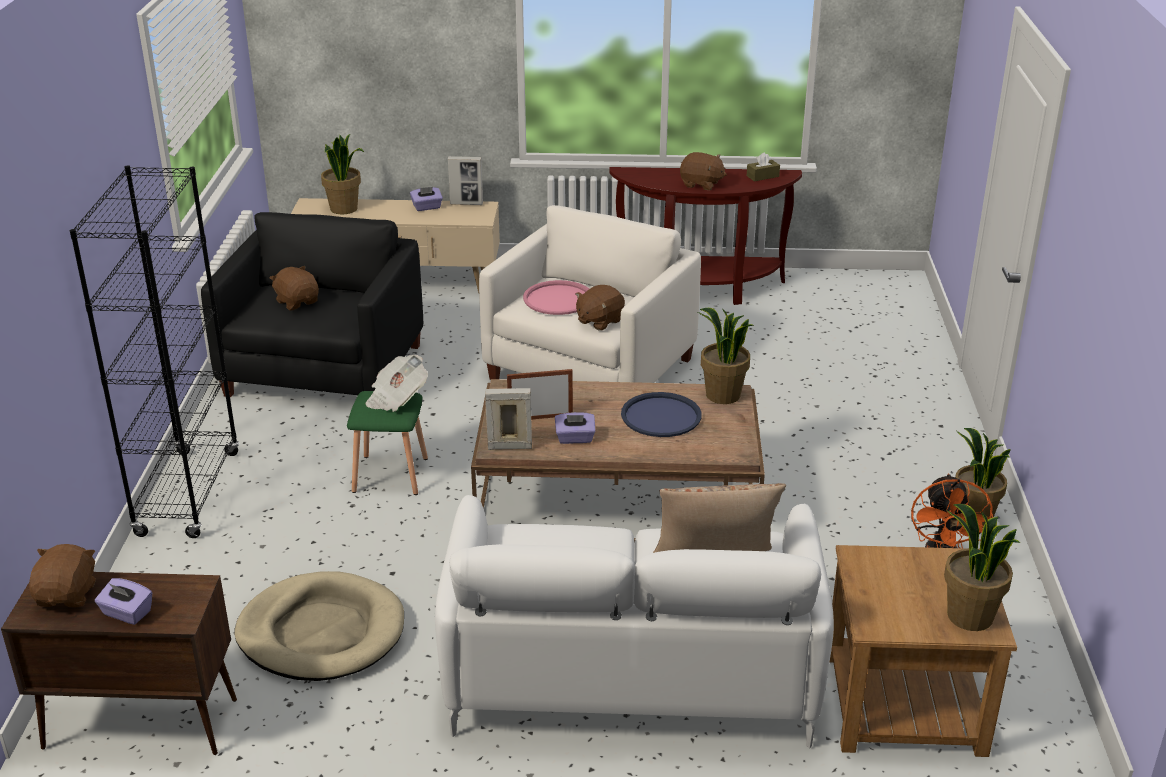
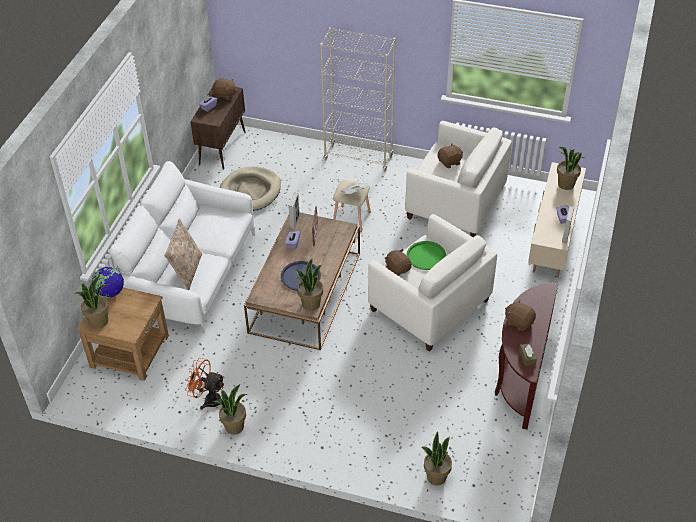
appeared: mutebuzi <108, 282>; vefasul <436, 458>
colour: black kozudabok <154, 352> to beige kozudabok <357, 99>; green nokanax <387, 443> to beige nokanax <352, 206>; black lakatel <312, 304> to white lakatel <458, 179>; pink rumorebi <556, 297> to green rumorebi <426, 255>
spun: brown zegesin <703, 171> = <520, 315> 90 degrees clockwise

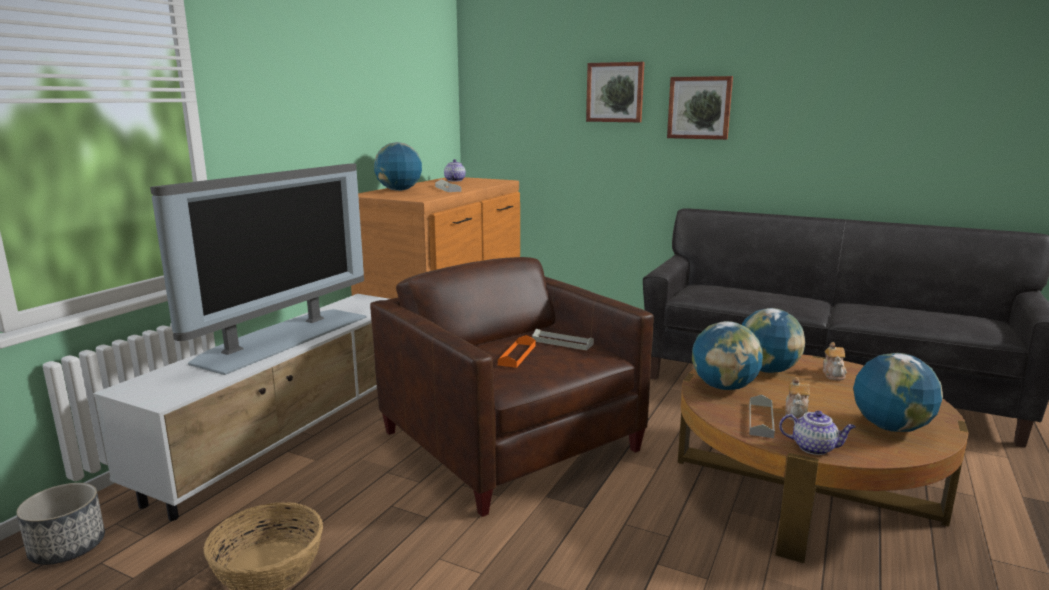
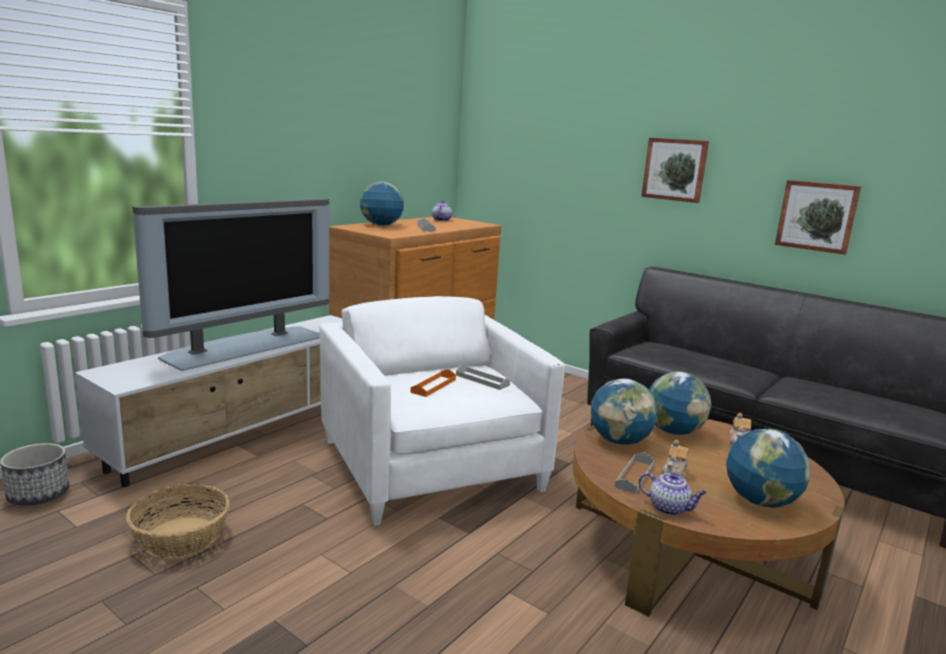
relocated: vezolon <615, 92> to <818, 217>
colour: brown lakatel <512, 387> to white lakatel <442, 411>

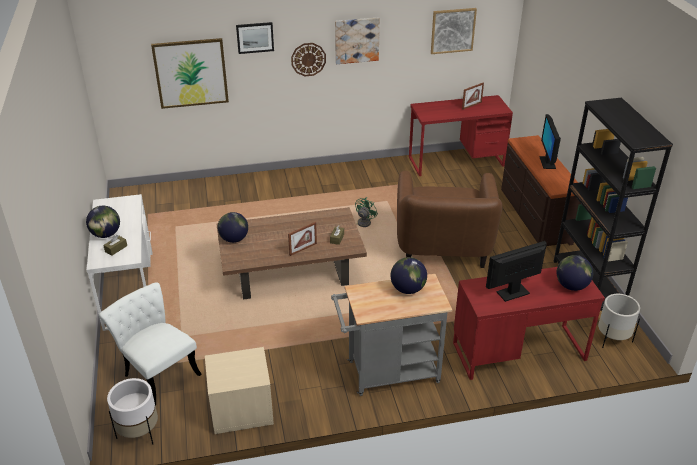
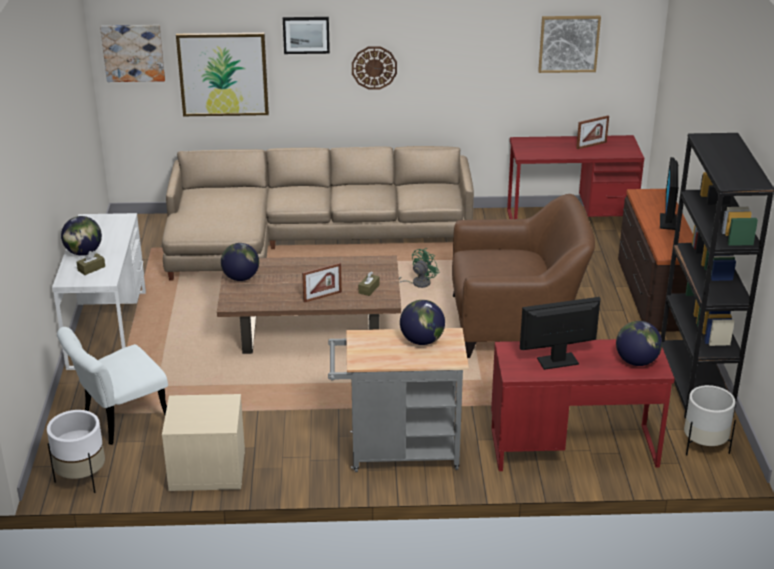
appeared: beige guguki <318, 213>
relocated: vezolon <357, 40> to <132, 53>
spun: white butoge <150, 344> = <112, 386> 90 degrees counterclockwise; brown lakatel <449, 219> = <523, 276> 105 degrees counterclockwise

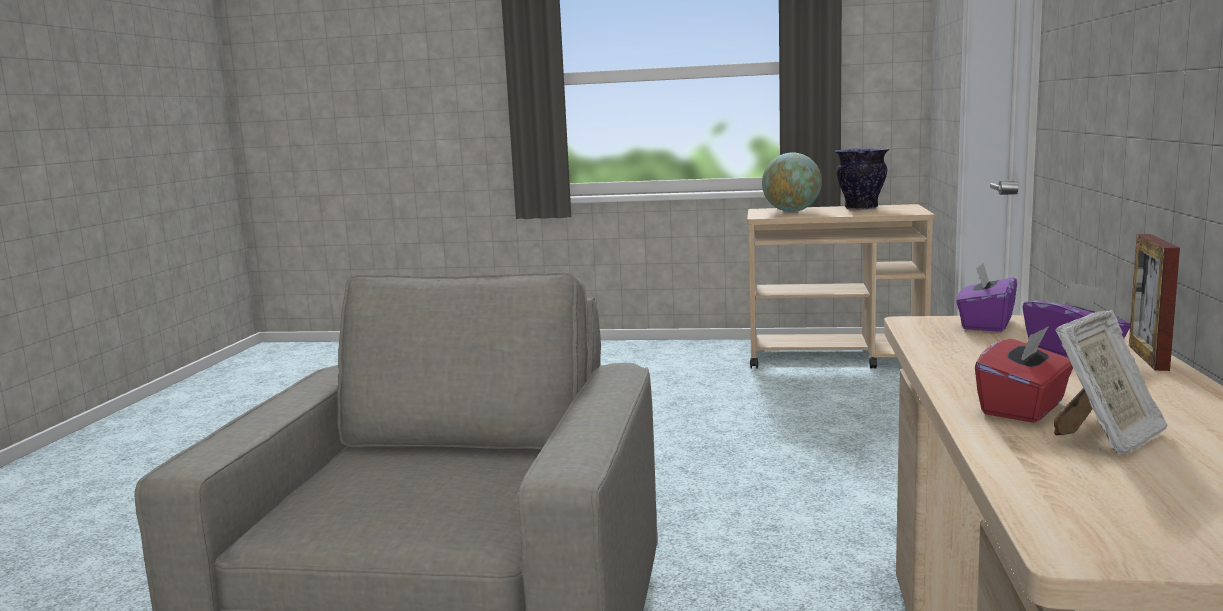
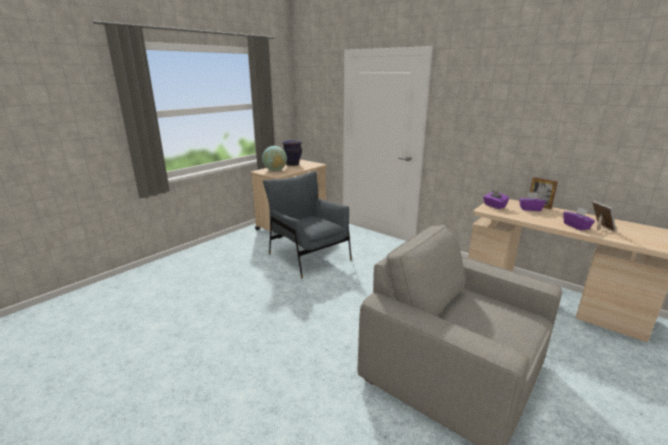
appeared: grey lakatel <307, 225>
colour: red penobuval <1024, 374> to purple penobuval <579, 218>

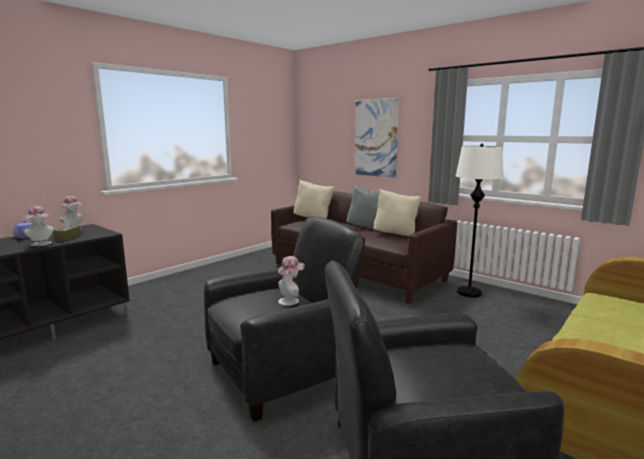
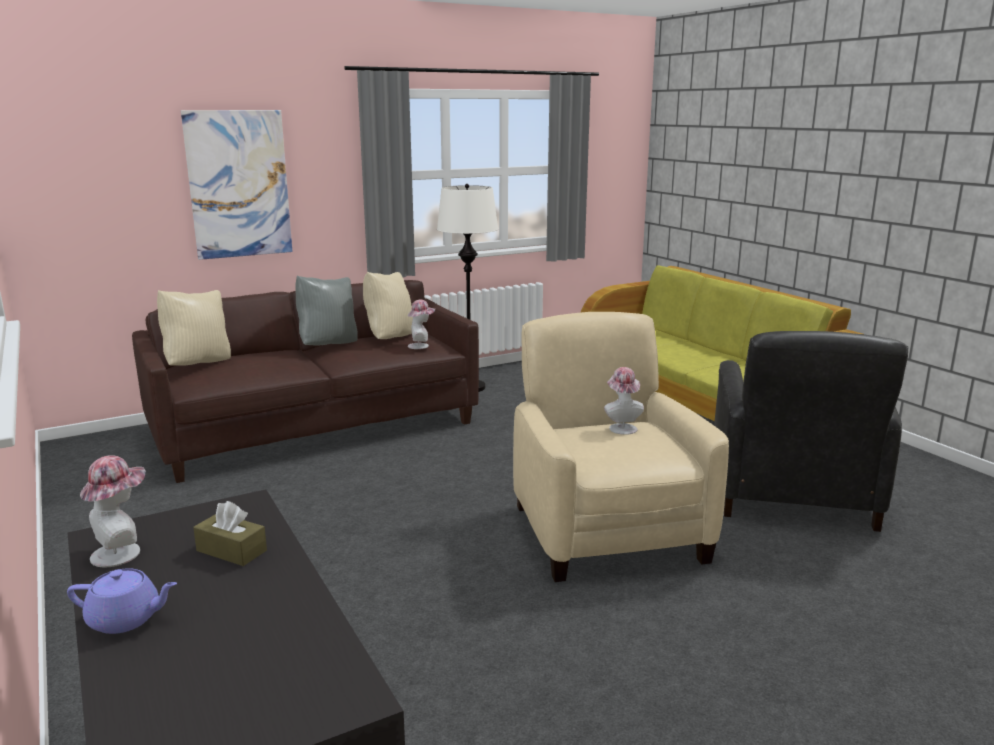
relocated: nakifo <39, 226> to <421, 324>
colour: black lakatel <284, 319> to beige lakatel <621, 447>

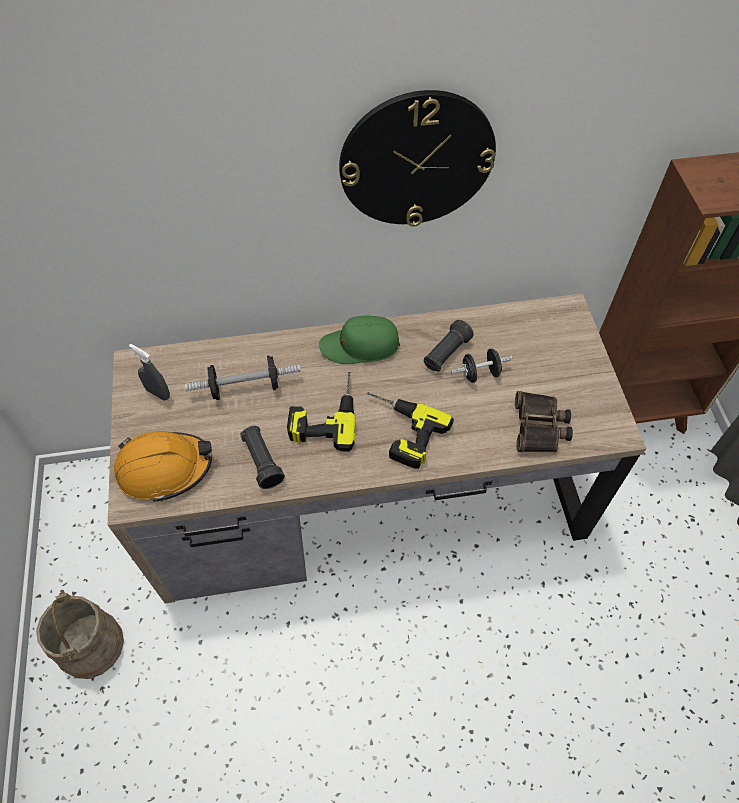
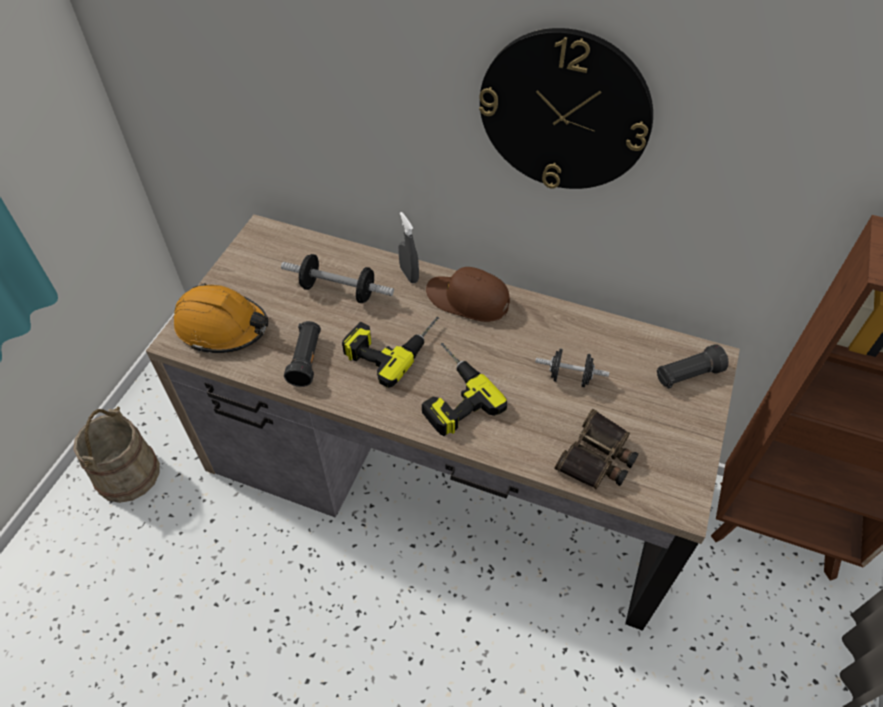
relocated: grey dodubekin <149, 372> to <408, 247>; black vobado <449, 346> to <693, 366>
colour: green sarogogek <359, 340> to brown sarogogek <468, 294>

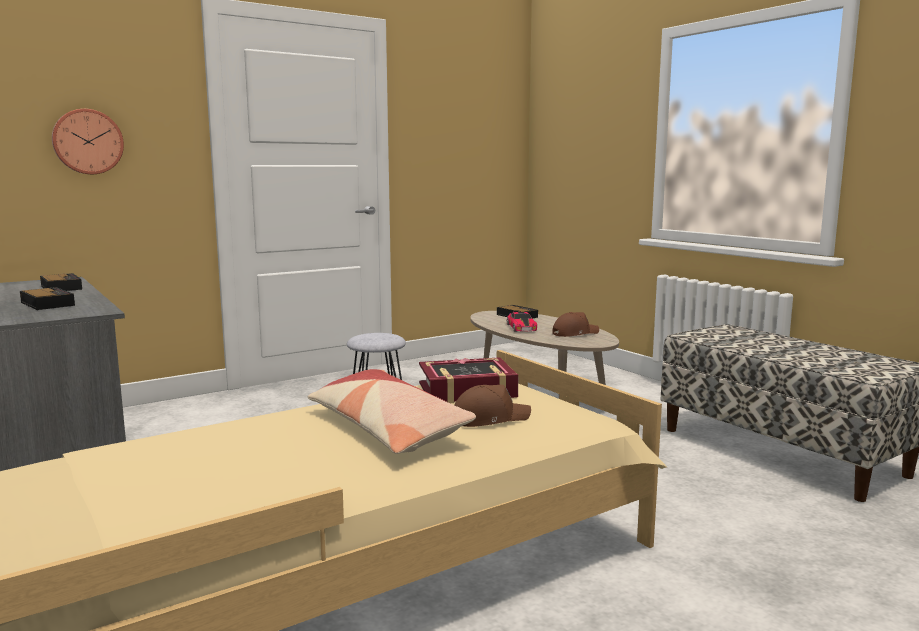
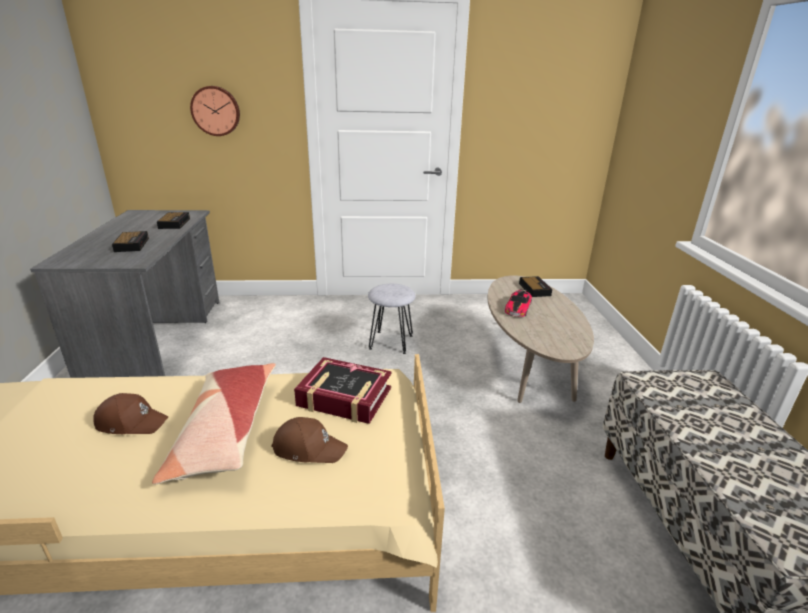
relocated: brown sarogogek <575, 324> to <130, 413>

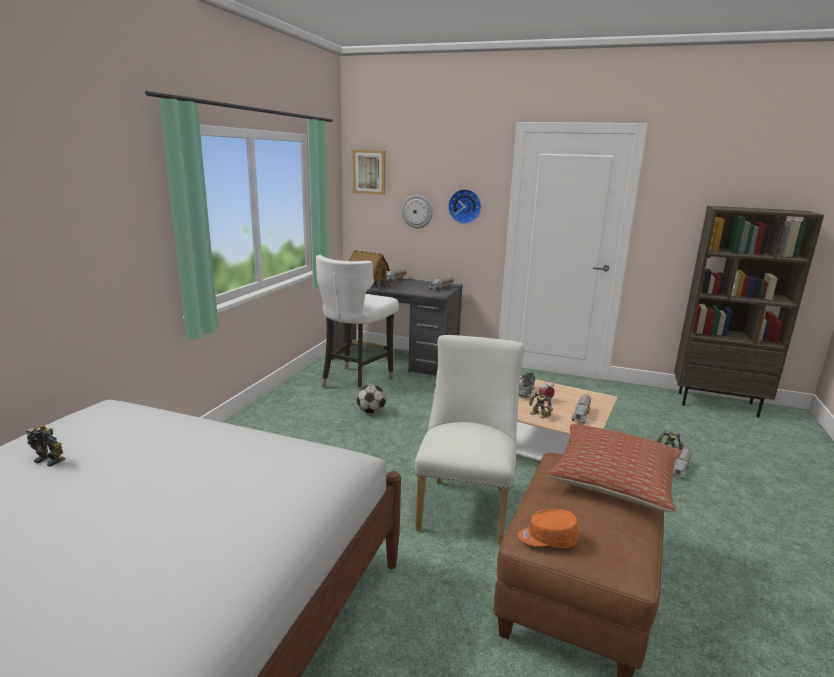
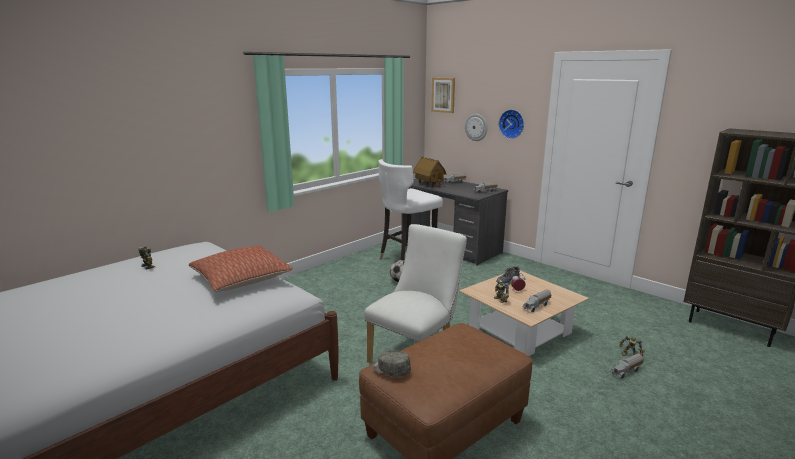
relocated: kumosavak <614, 468> to <241, 269>
colour: orange sarogogek <548, 528> to grey sarogogek <391, 363>

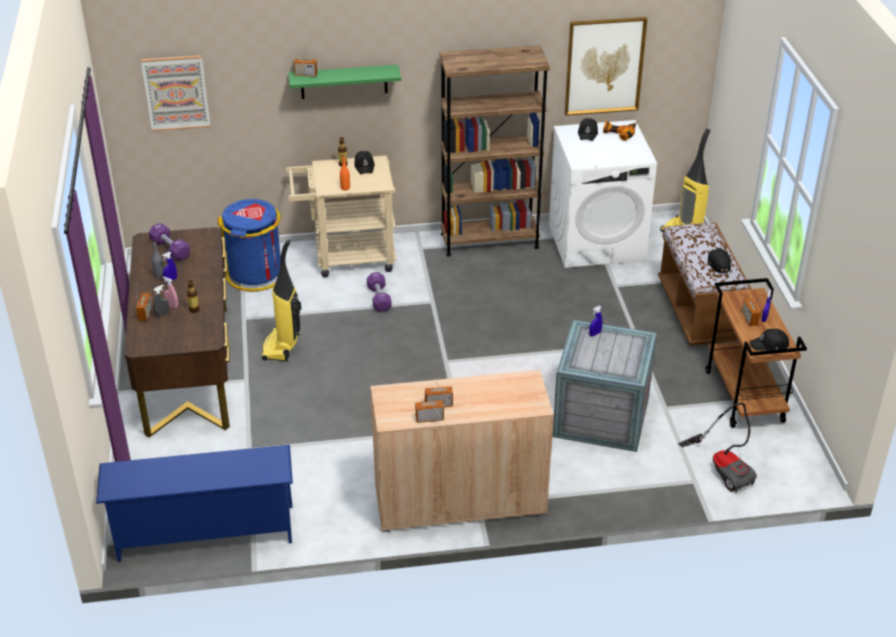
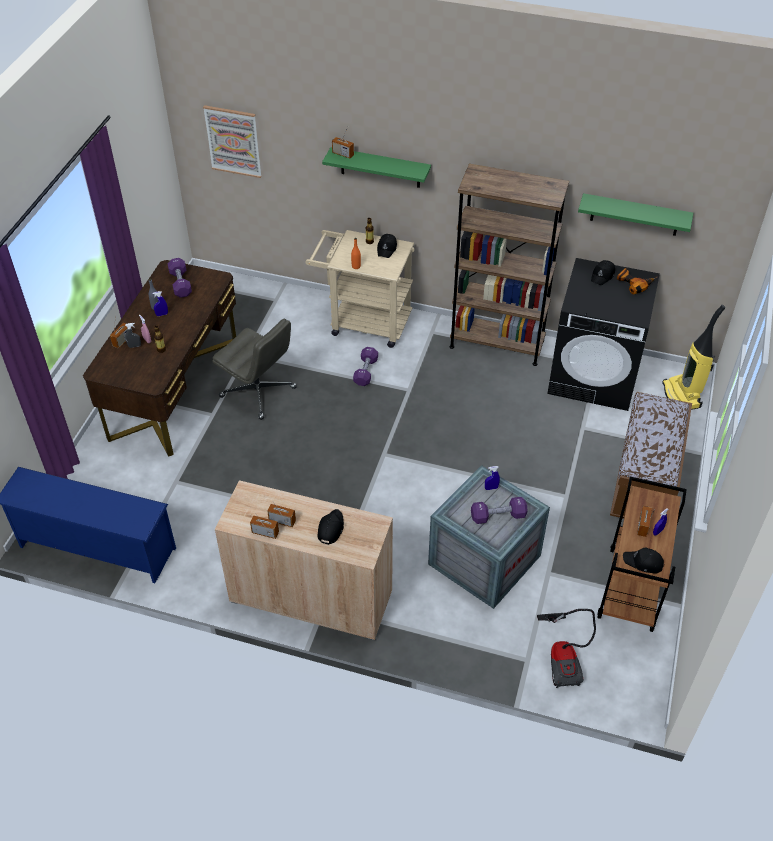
missing: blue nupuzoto <249, 245>
appeared: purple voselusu <499, 510>
relocated: black sarogogek <719, 260> to <331, 527>
exchanged: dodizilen <281, 300> to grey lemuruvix <254, 369>; vezolon <606, 66> to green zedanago <635, 214>
colour: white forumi <603, 194> to black forumi <603, 334>

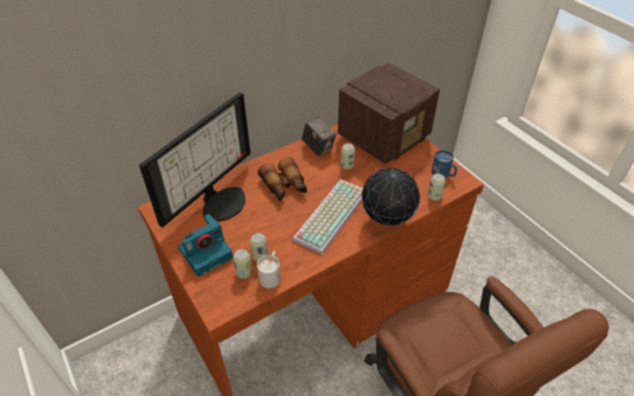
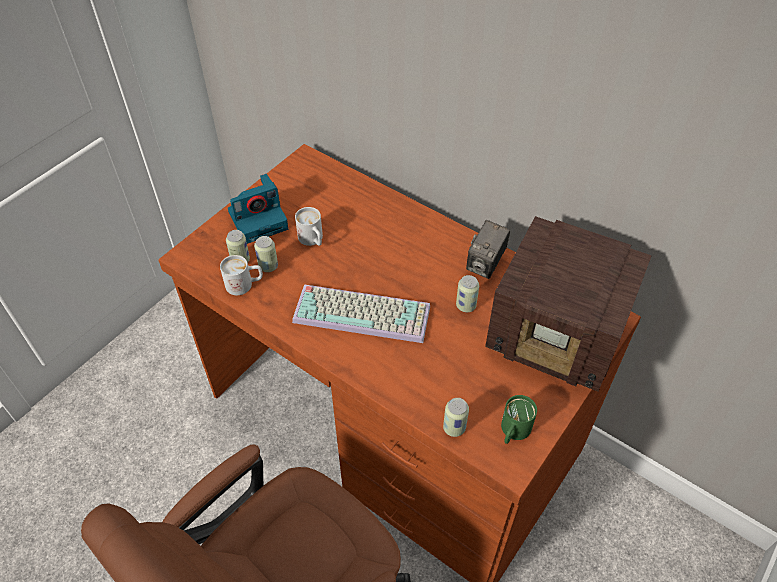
missing: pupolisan <195, 160>; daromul <282, 179>; mutebuzi <391, 197>
appeared: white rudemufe <309, 226>
colour: blue rudemufe <444, 163> to green rudemufe <519, 419>
spun: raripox <205, 245> = <258, 209> 60 degrees counterclockwise

